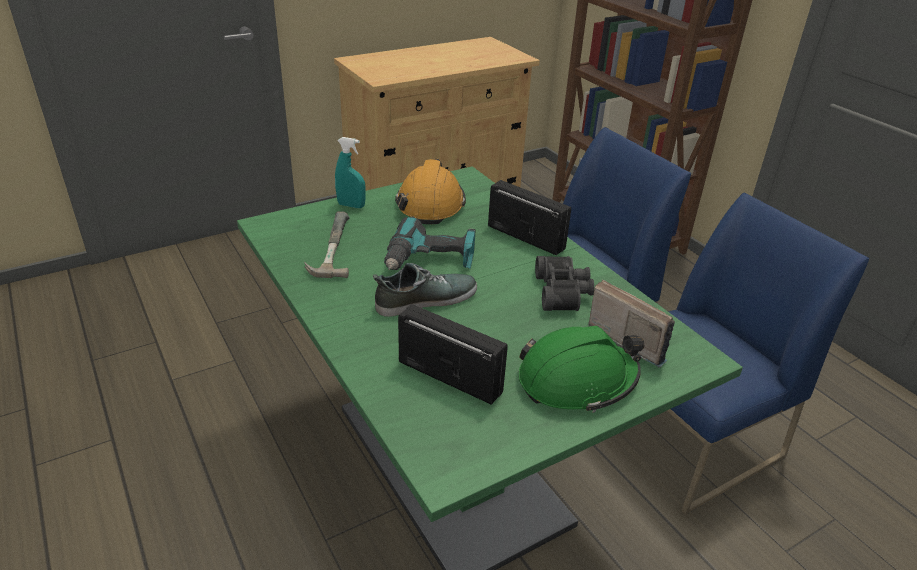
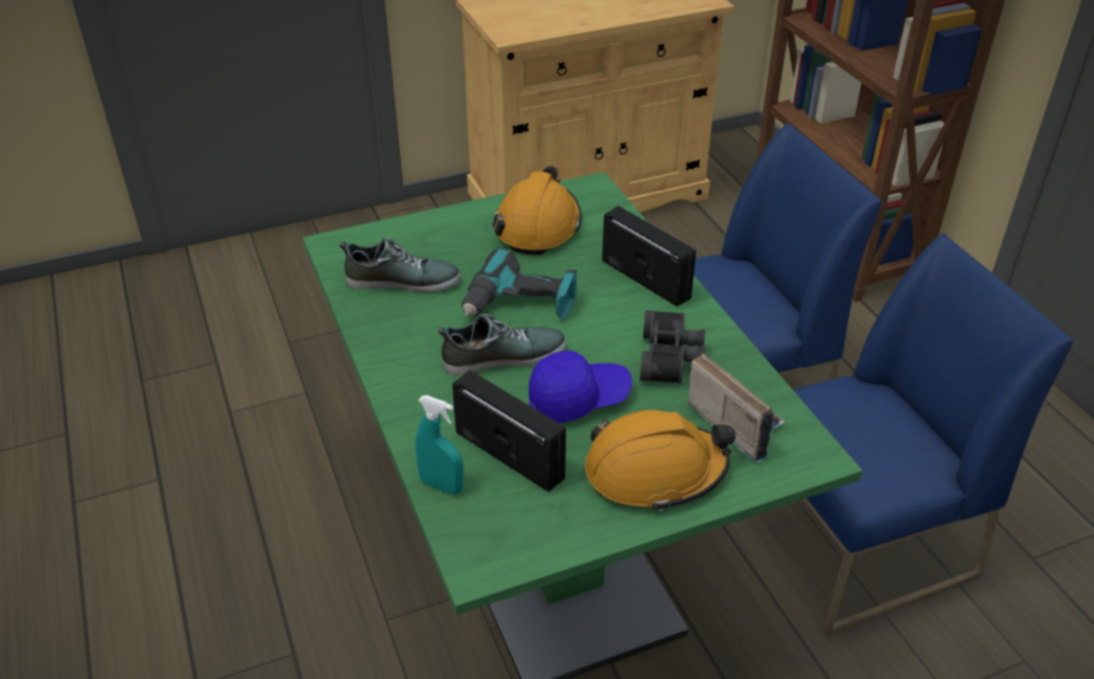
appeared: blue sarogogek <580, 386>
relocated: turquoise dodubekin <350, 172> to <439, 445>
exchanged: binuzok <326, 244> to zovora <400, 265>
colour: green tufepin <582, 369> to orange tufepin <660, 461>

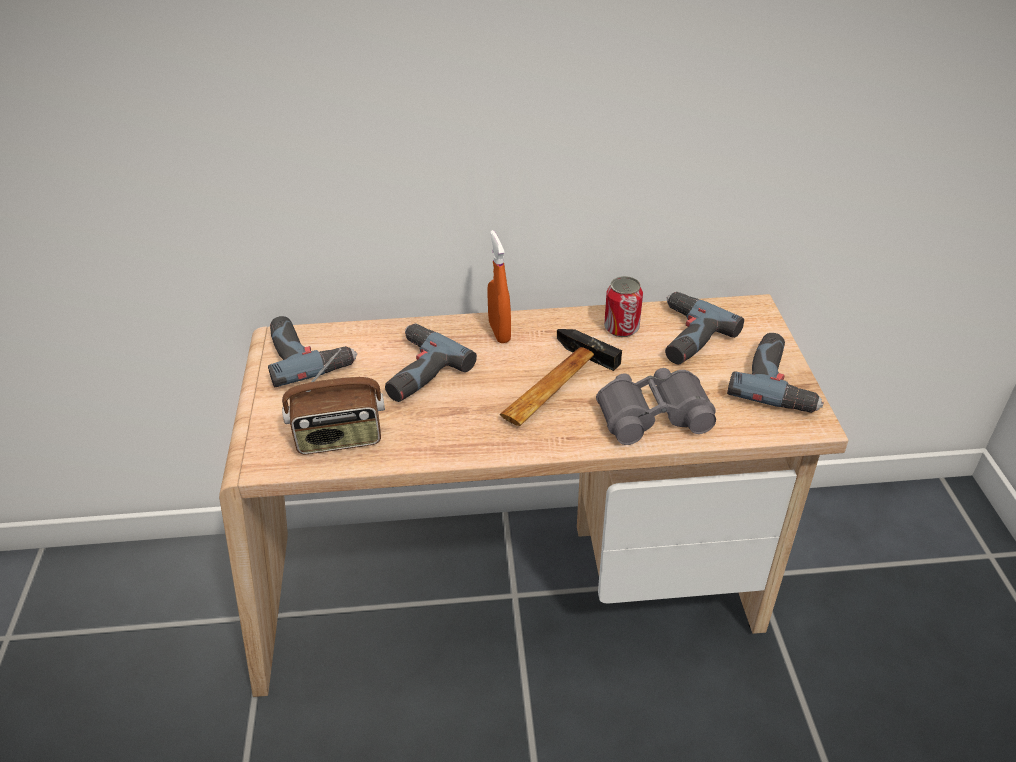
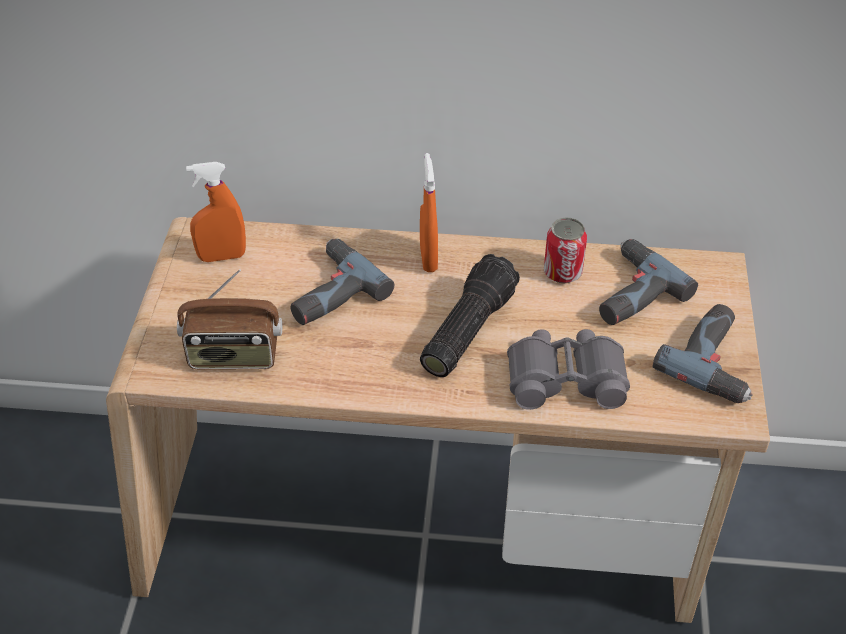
exchanged: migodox <312, 351> to orange dodubekin <216, 212>; binuzok <561, 377> to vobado <470, 315>

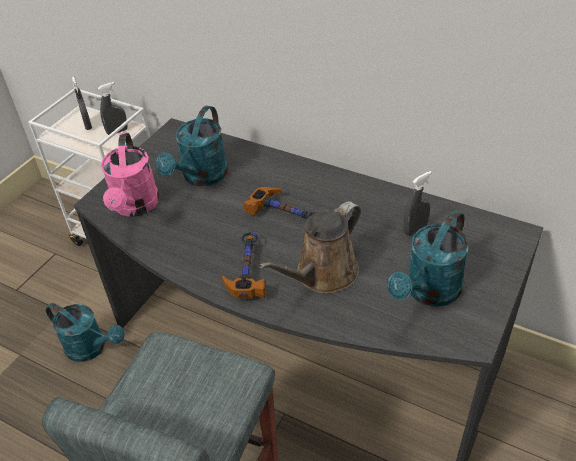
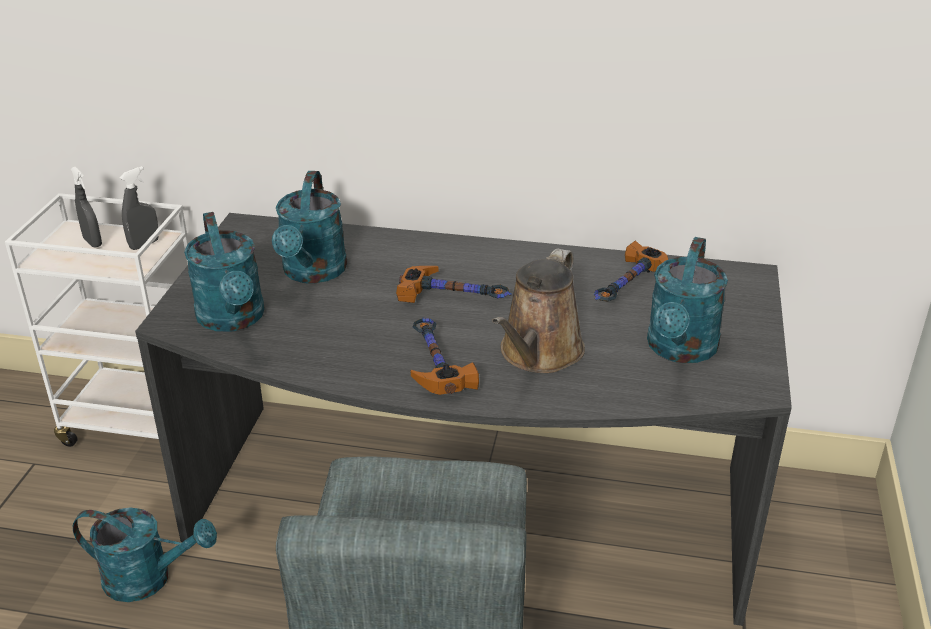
exchanged: grey dodubekin <417, 203> to binuzok <631, 270>
colour: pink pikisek <130, 175> to turquoise pikisek <224, 272>

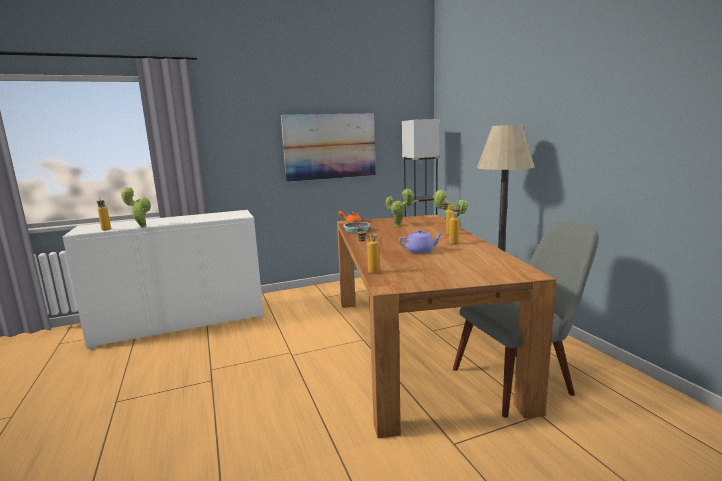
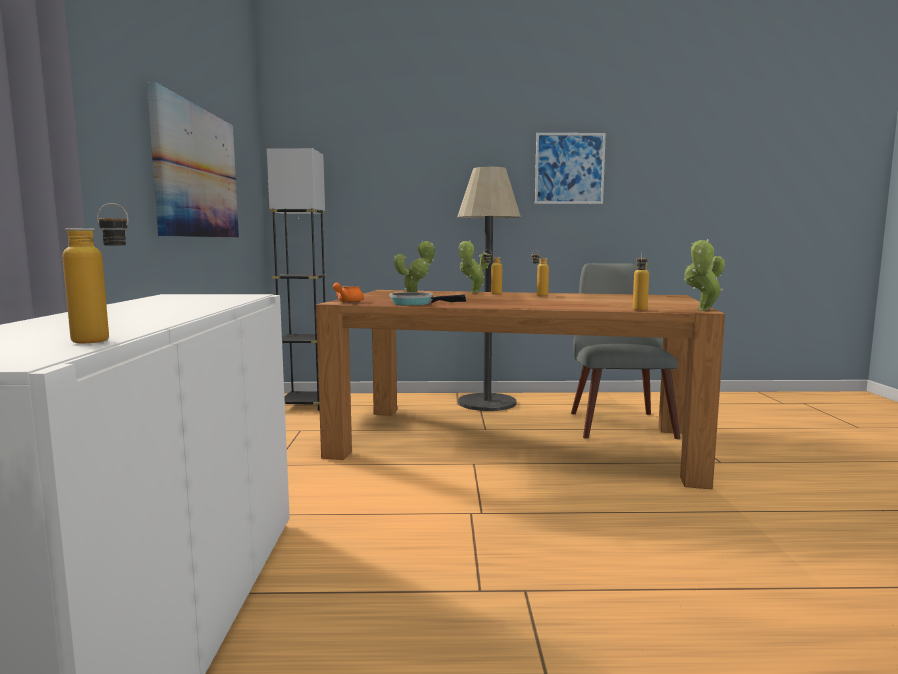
missing: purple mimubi <421, 241>
appeared: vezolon <570, 168>
relocated: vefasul <136, 207> to <704, 275>

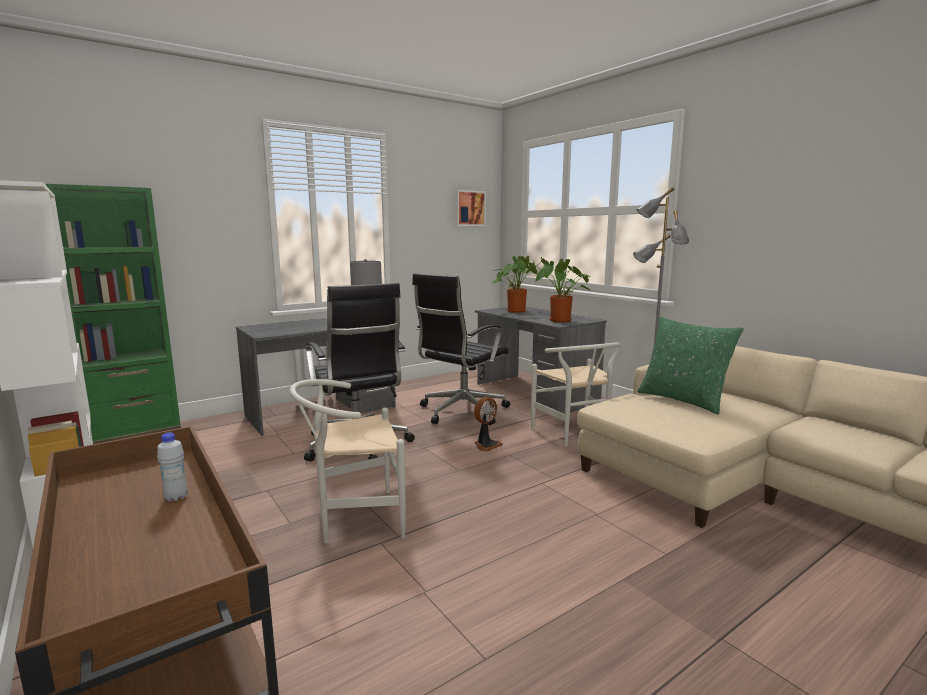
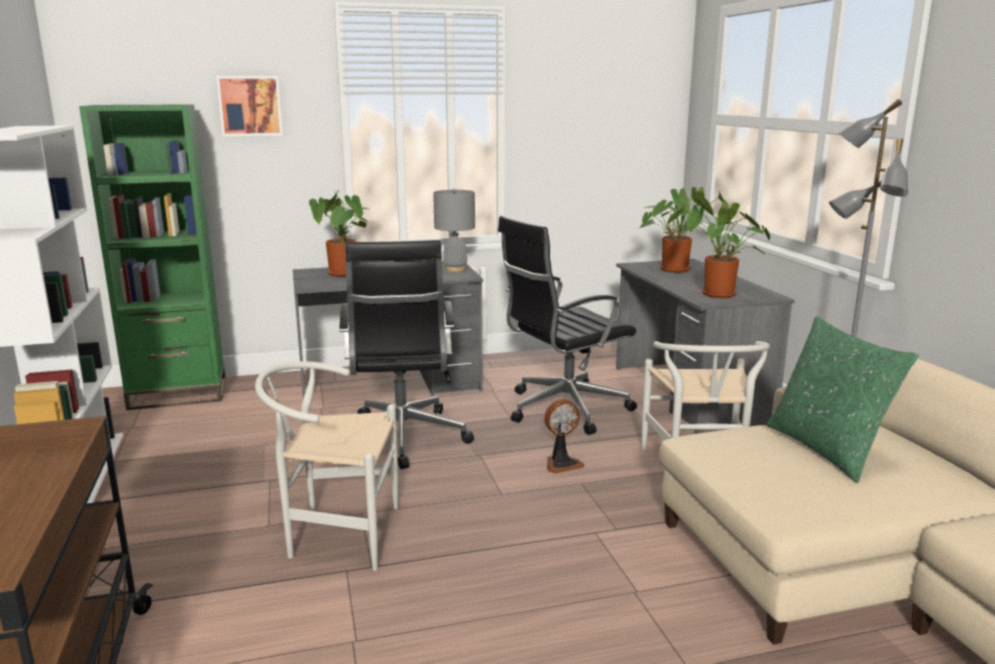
missing: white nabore <172, 467>
appeared: vefasul <338, 233>
relocated: vezolon <470, 208> to <249, 106>

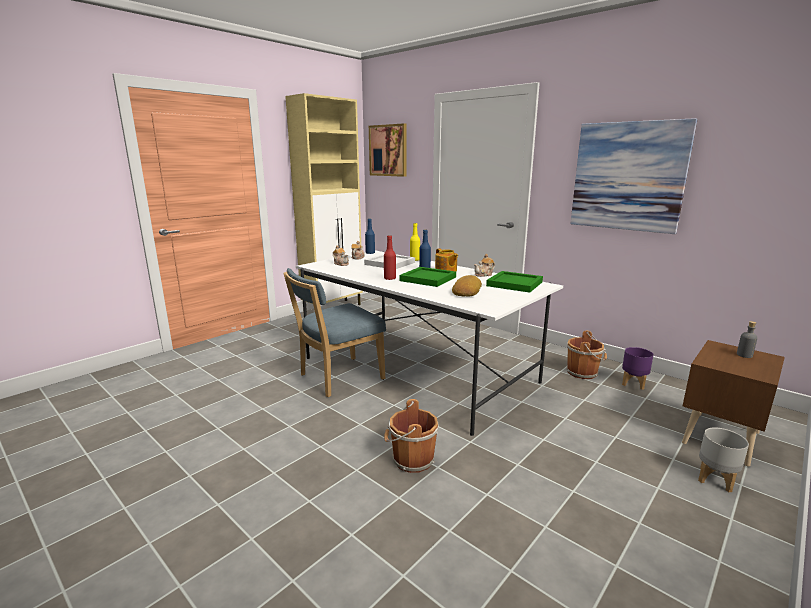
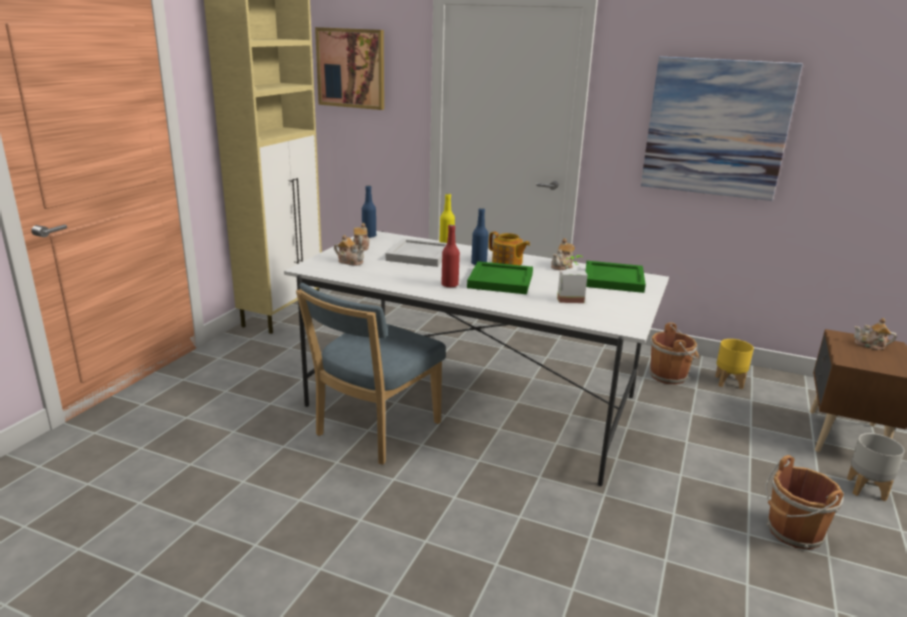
relocated: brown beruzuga <411, 436> to <804, 502>
exchanged: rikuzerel <467, 286> to vefasul <572, 279>; grey nabore <747, 339> to mimubi <875, 334>
colour: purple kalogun <638, 368> to yellow kalogun <734, 364>

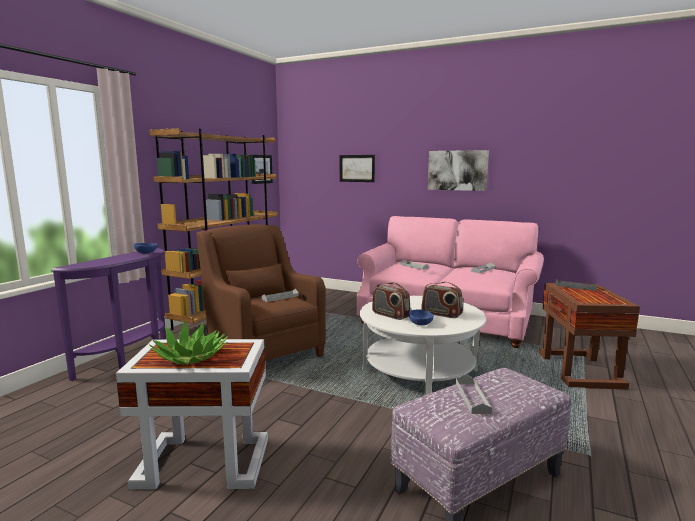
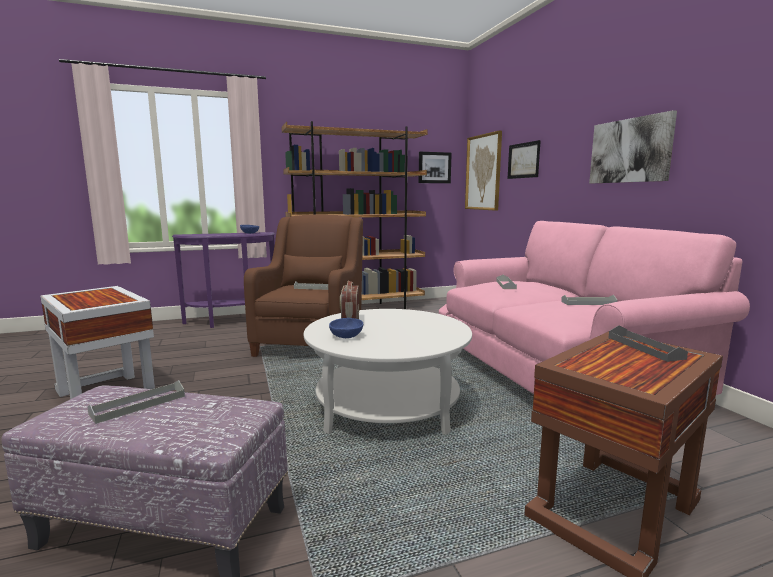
missing: vefasul <188, 343>; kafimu <442, 300>
appeared: vezolon <483, 170>

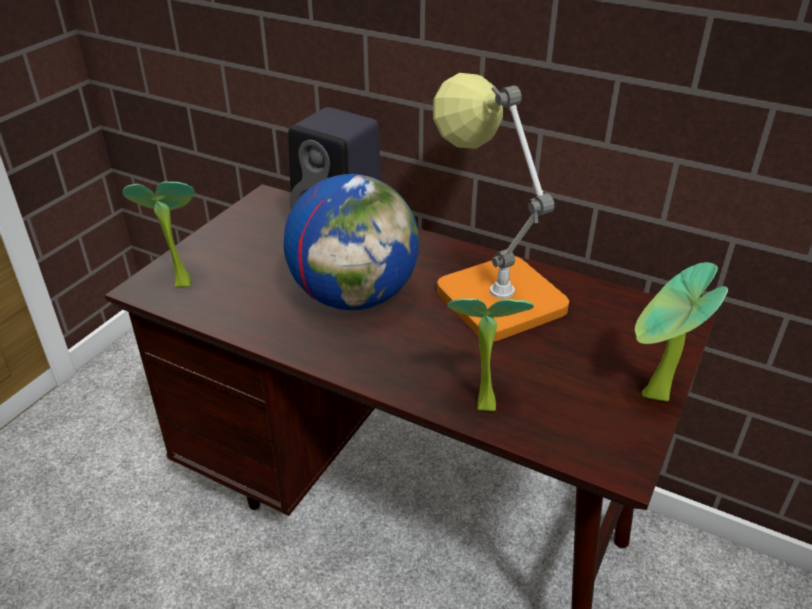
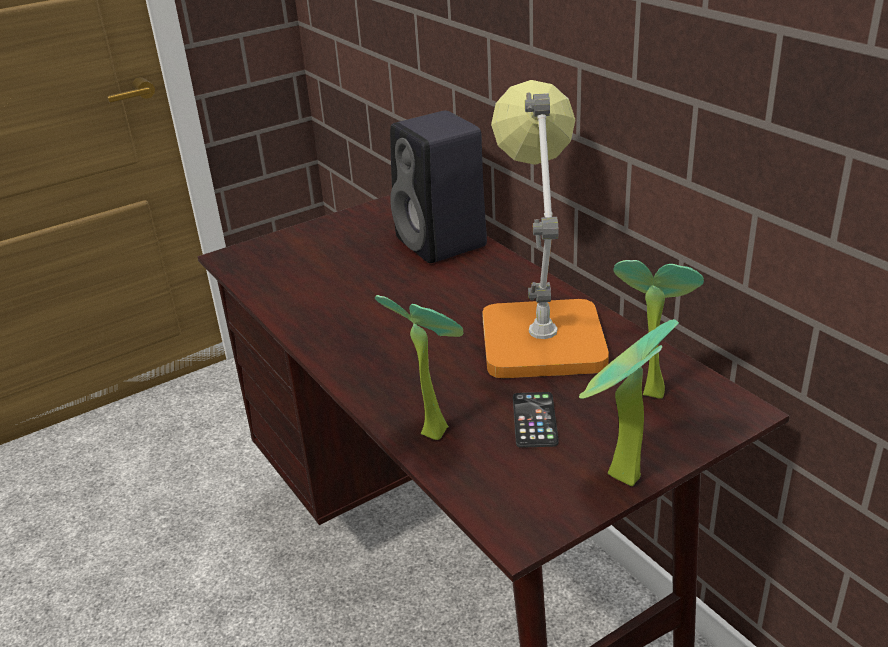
missing: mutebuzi <351, 242>
appeared: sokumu <536, 420>
relocated: vefasul <159, 234> to <658, 329>

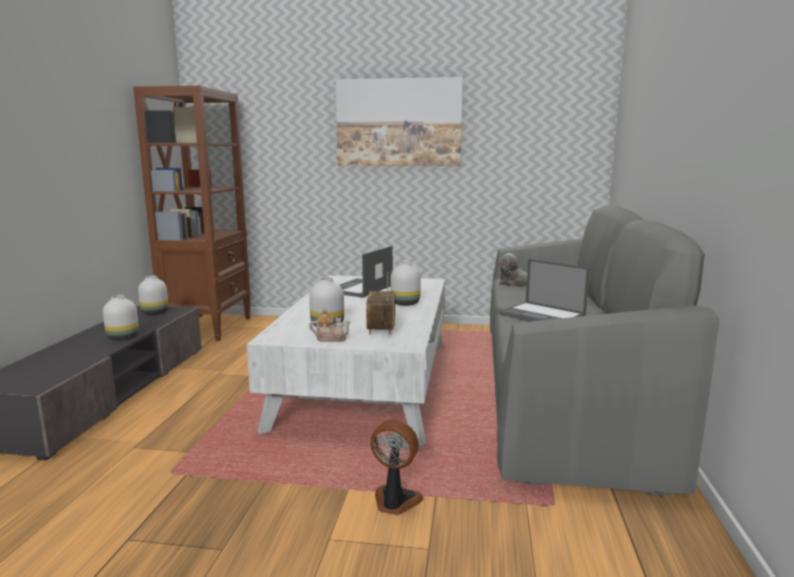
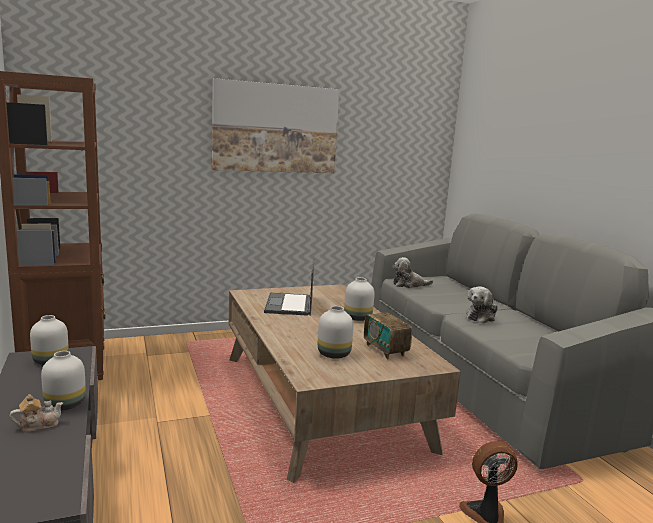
relocated: mimubi <330, 325> to <36, 413>
exchanged: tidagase <545, 290> to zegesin <482, 304>
colour: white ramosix <346, 360> to brown ramosix <345, 383>

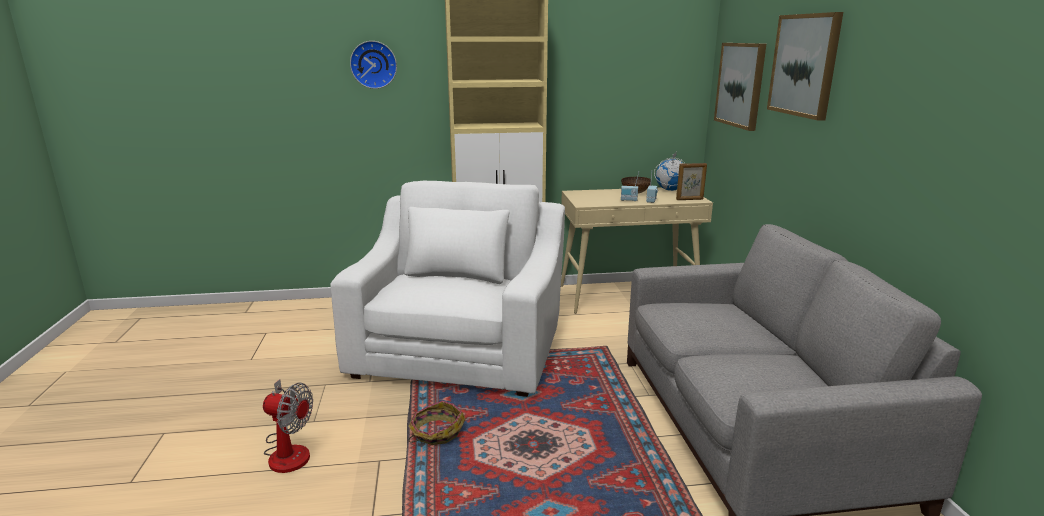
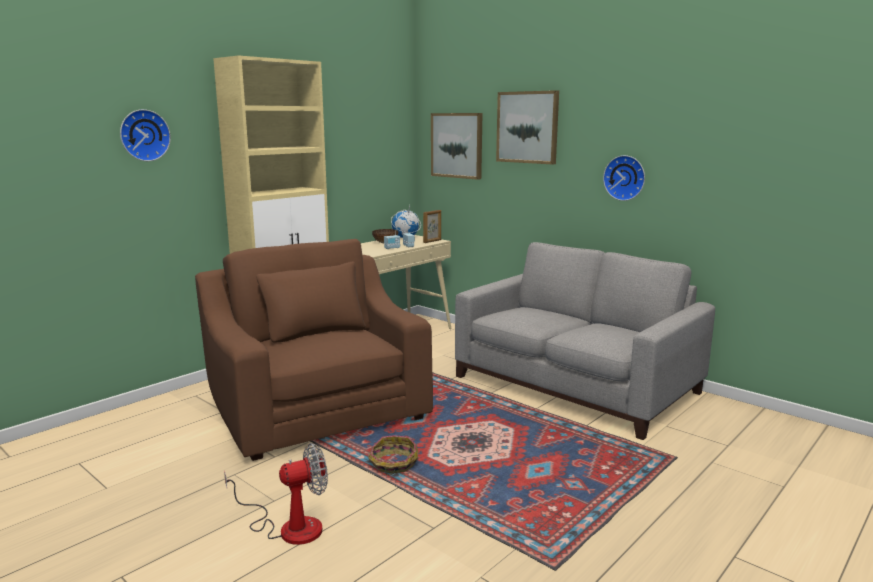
appeared: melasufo <624, 178>
colour: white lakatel <447, 289> to brown lakatel <314, 350>

